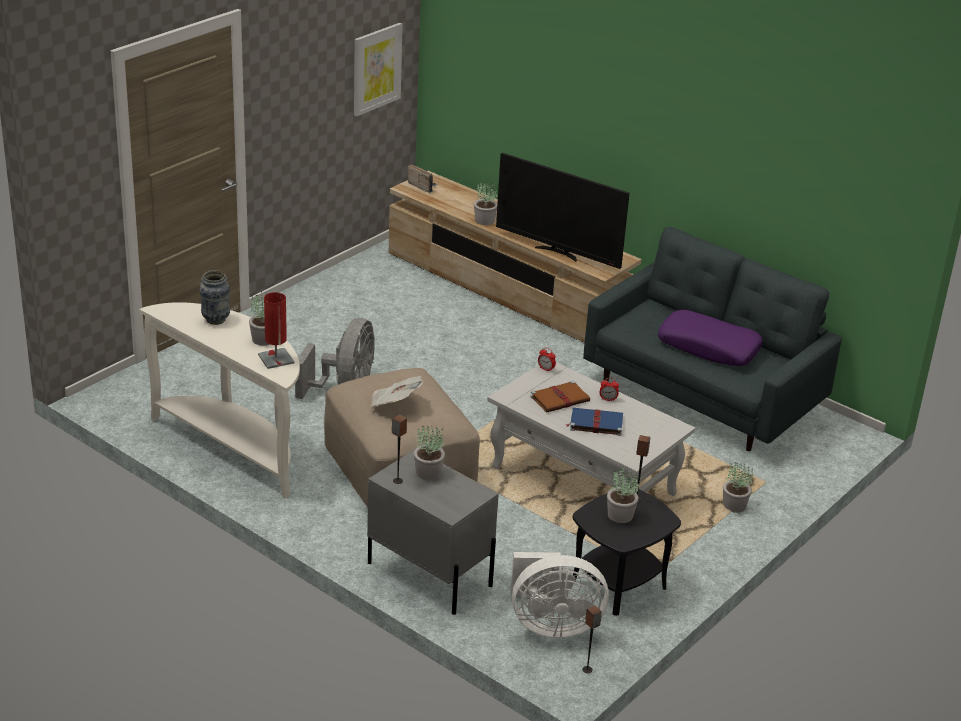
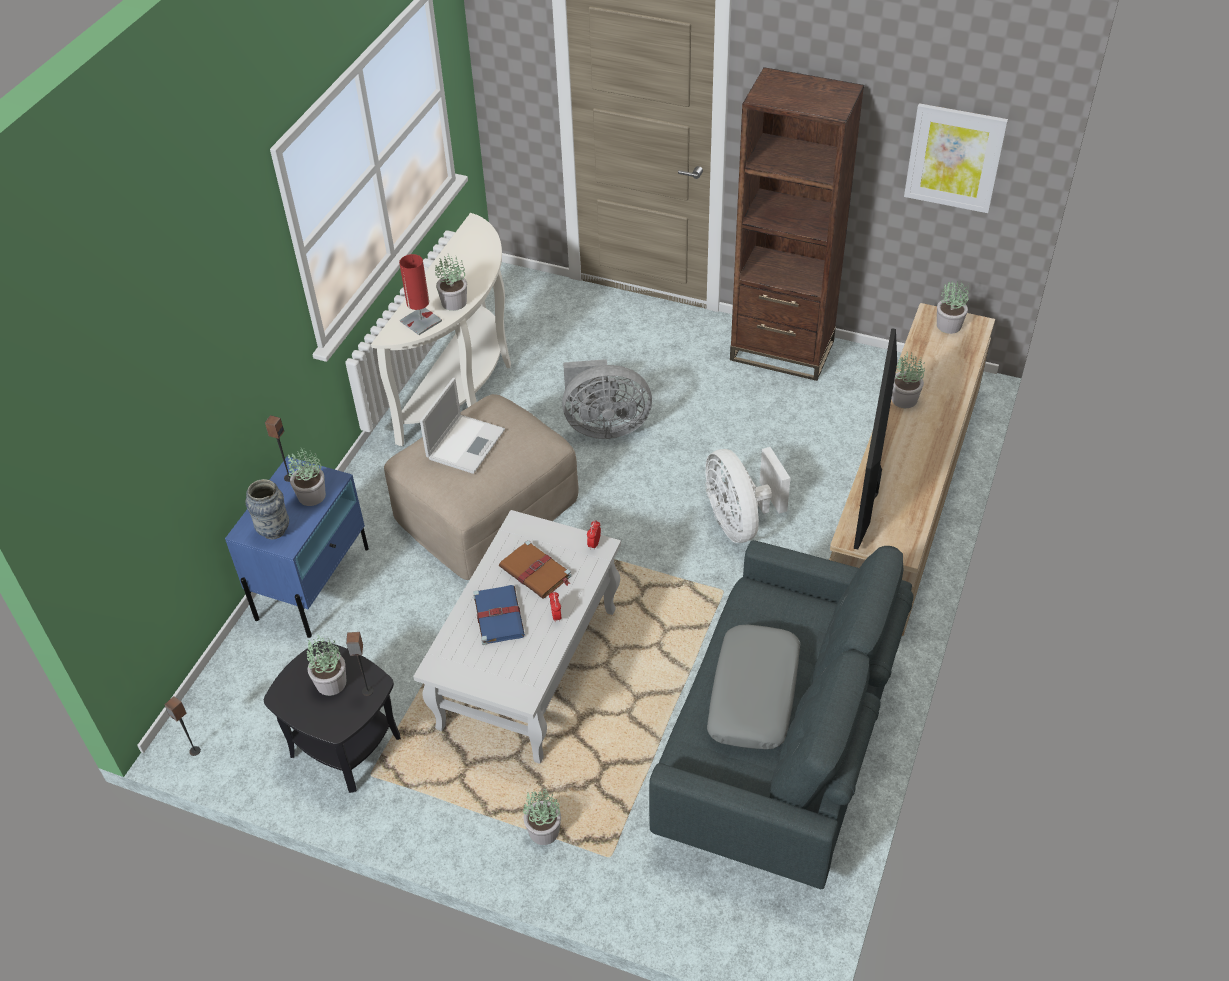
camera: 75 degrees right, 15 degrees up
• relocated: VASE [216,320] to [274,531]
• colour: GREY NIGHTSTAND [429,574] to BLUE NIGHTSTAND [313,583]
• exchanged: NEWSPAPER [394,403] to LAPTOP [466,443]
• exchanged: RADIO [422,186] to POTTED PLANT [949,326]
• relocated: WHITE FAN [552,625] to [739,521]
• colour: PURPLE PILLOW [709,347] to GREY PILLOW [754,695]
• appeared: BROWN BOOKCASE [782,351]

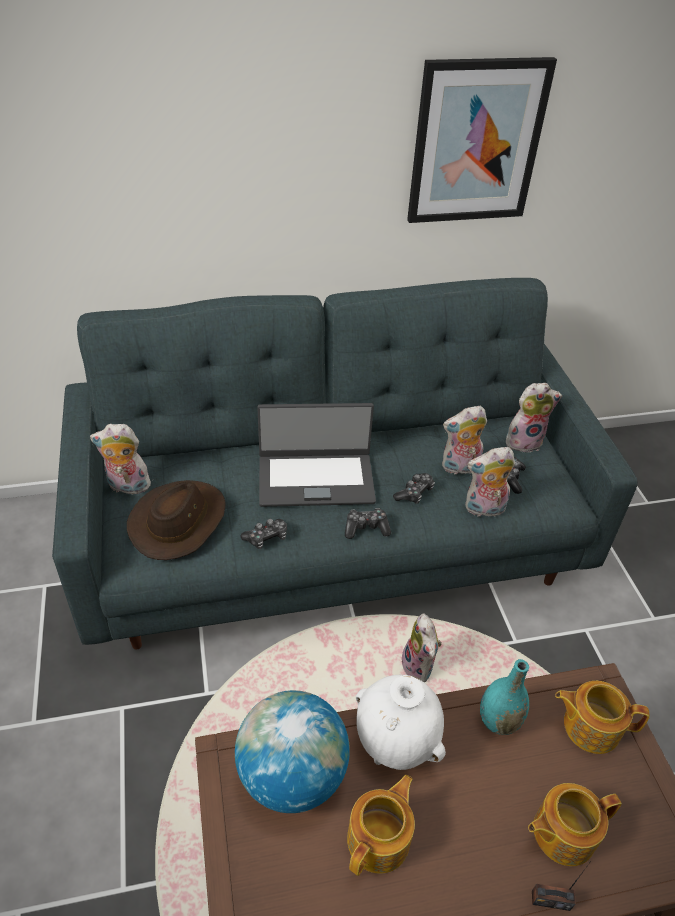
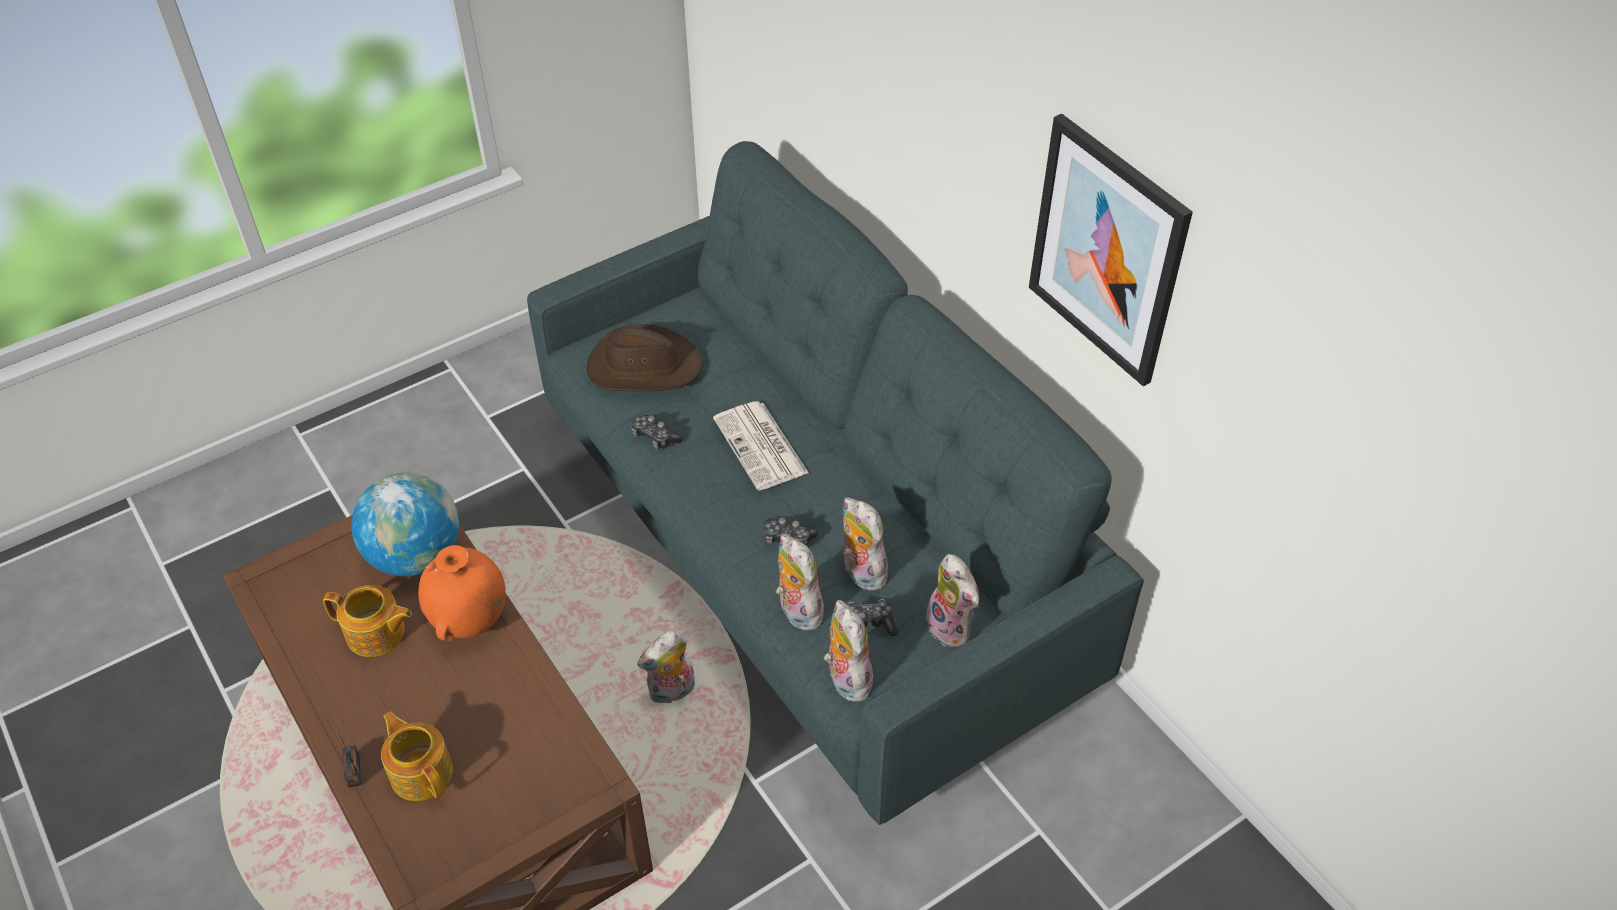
camera: 70 degrees right, 5 degrees up
• relocated: PLUSH TOY [127,487] to [846,678]
• exchanged: LAPTOP [315,479] to NEWSPAPER [762,447]
• missing: GAME CONTROLLER [366,528]
• colour: WHITE VASE [396,744] to ORANGE VASE [470,621]
• missing: TURQUOISE VASE [498,721]
• missing: TEAPOT [590,726]

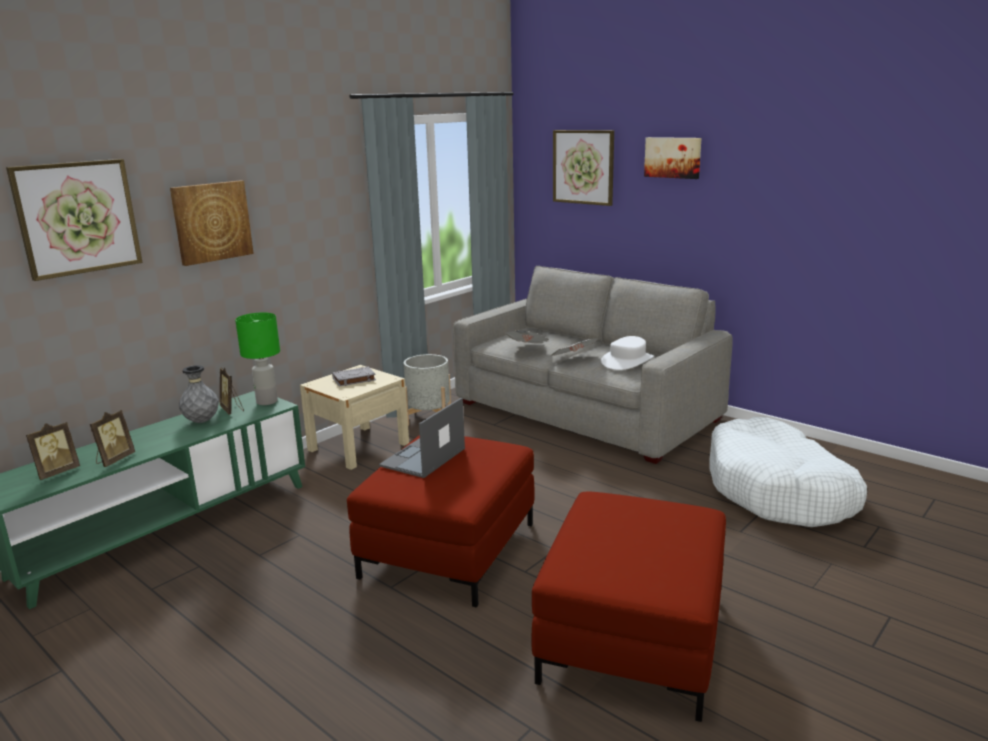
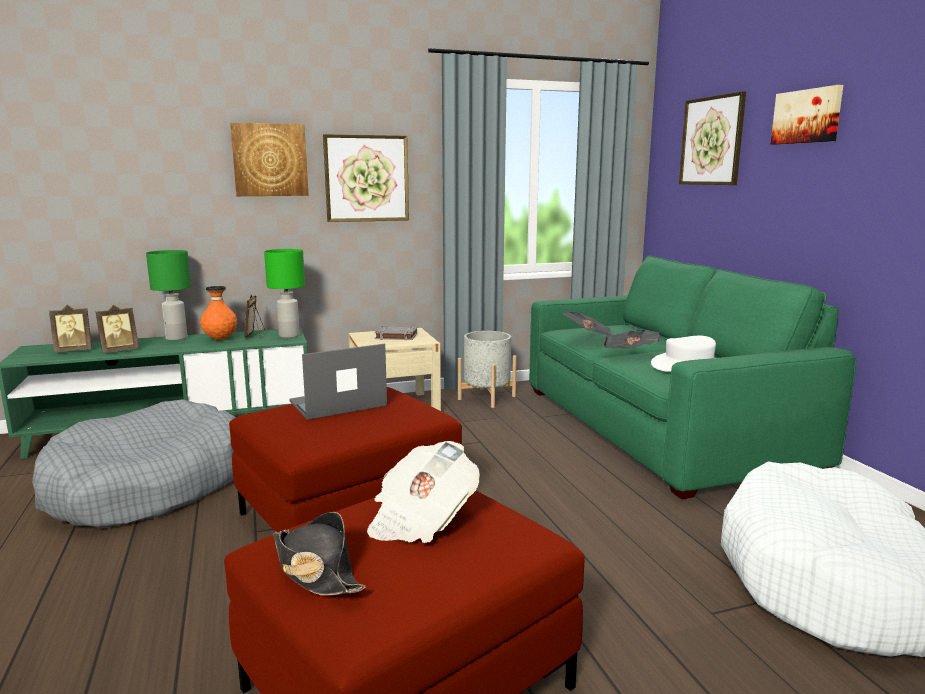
camera: 30 degrees right, 5 degrees down
• relocated: PICTURE [77,218] to [366,178]
• colour: GREY VASE [202,421] to ORANGE VASE [220,339]
• colour: GREY SOFA [586,411] to GREEN SOFA [659,426]
• appeared: GREY DOG BED [147,486]
• appeared: GREEN TABLE LAMP [176,338]
• appeared: BLACK HAT [315,570]
• appeared: NEWSPAPER [420,519]

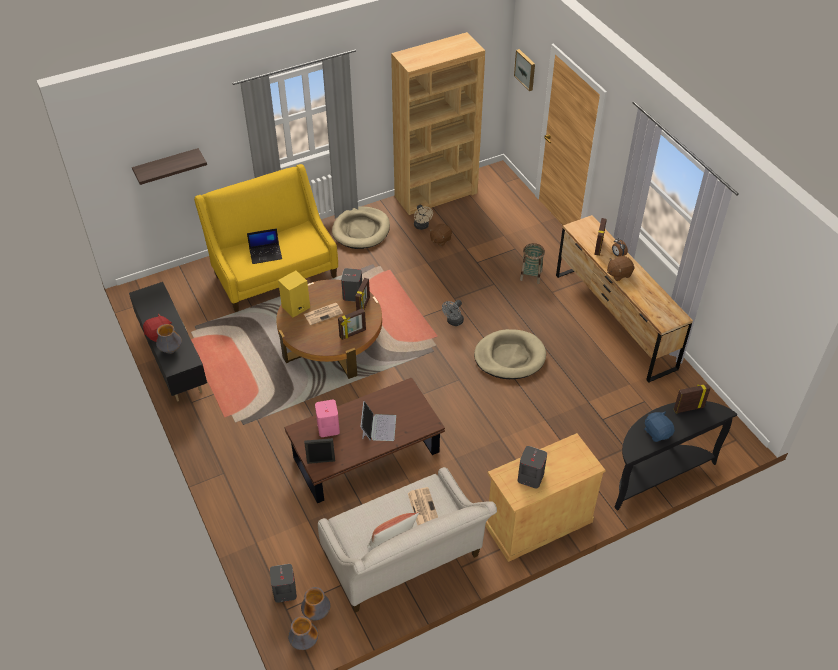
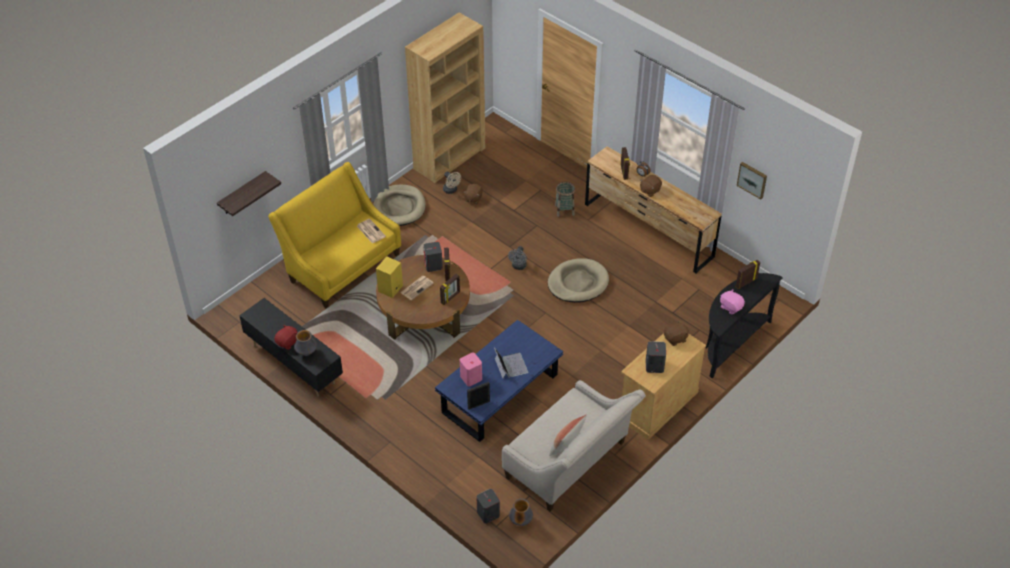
camera: 20 degrees left, 0 degrees up
• missing: LAPTOP [266,254]
• colour: BROWN COFFEE TABLE [366,455] to BLUE COFFEE TABLE [499,394]
• missing: VASE [304,642]
• relocated: NEWSPAPER [422,507] to [370,231]
• relocated: PICTURE [525,69] to [752,179]
• colour: BLUE PLUSH TOY [657,432] to PINK PLUSH TOY [731,307]
• appeared: BROWN PLUSH TOY [675,339]

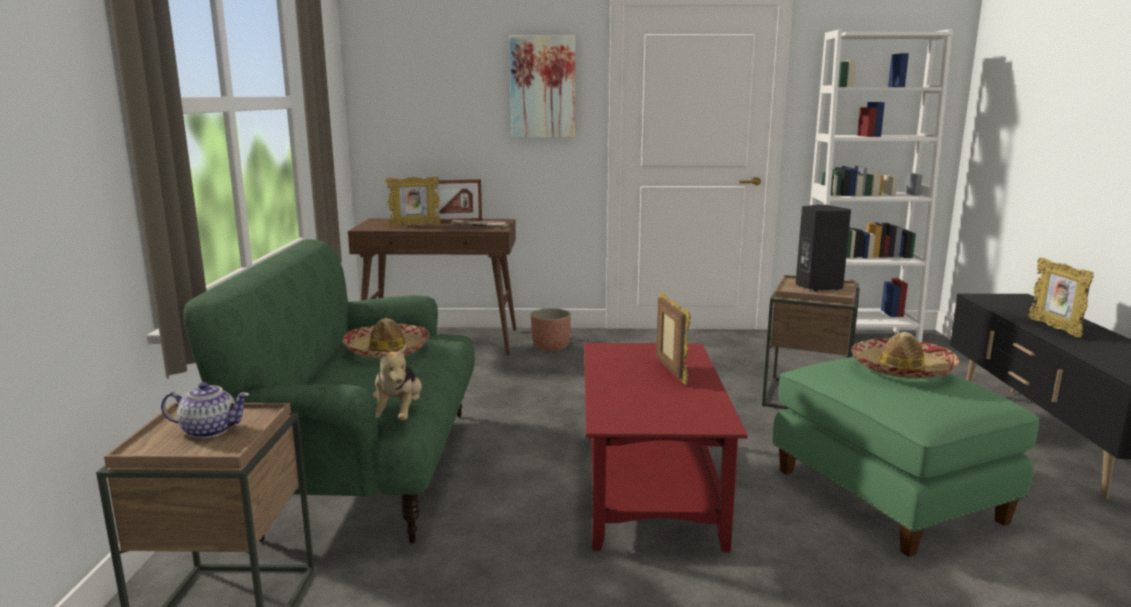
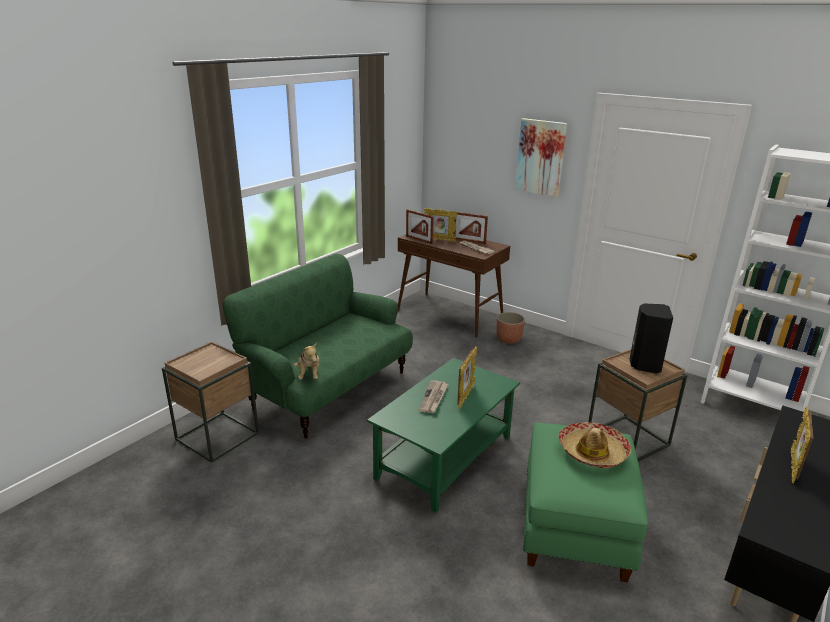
camera: 35 degrees right, 10 degrees up
• missing: TEAPOT [209,430]
• missing: HAT [387,350]
• spun: PLUSH TOY [399,415] = [309,374] 45 degrees counterclockwise
• colour: RED COFFEE TABLE [648,485] to GREEN COFFEE TABLE [445,456]
• appeared: PICTURE FRAME [419,240]
• appeared: NEWSPAPER [433,398]

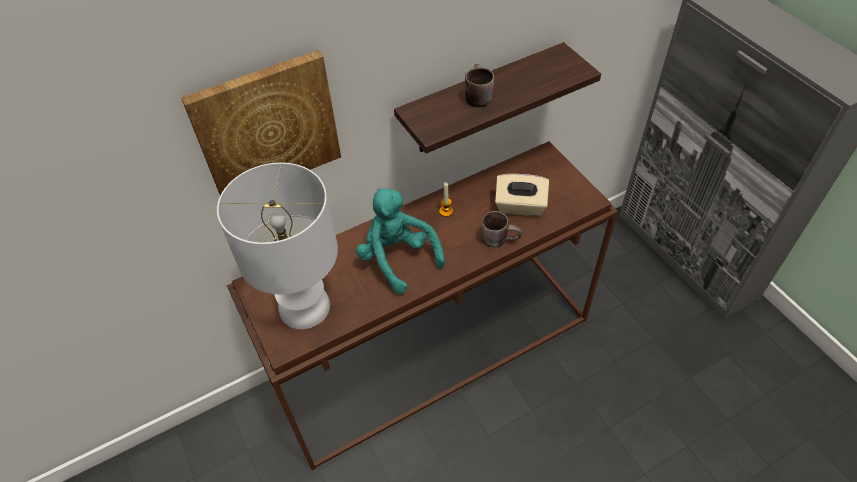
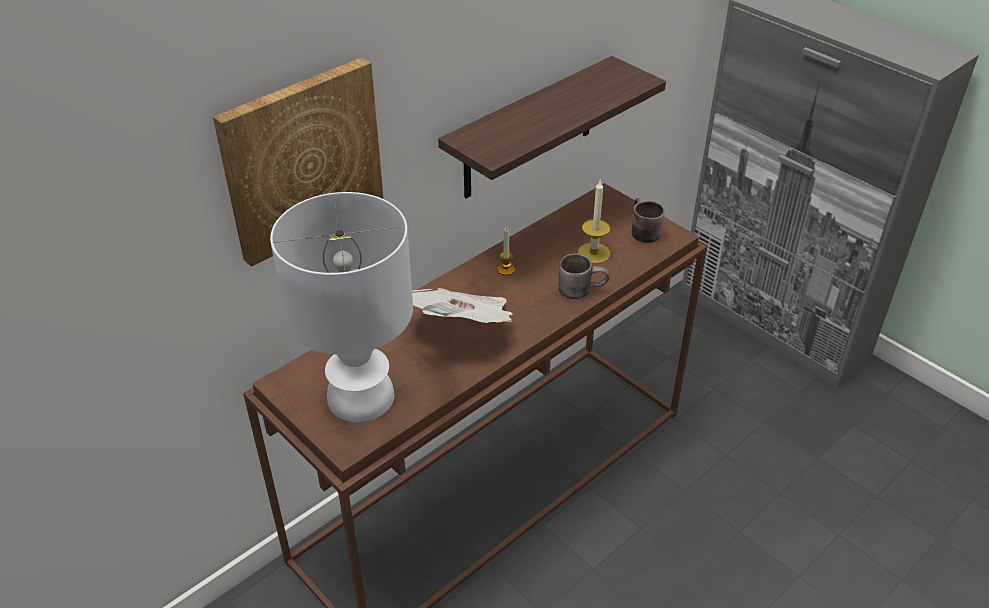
camera: 15 degrees left, 10 degrees down
• exchanged: TURQUOISE PLUSH TOY [397,258] to NEWSPAPER [462,327]
• relocated: BROWN MUG [475,96] to [640,231]
• exchanged: BEIGE TISSUE BOX [520,206] to CANDLE [593,253]

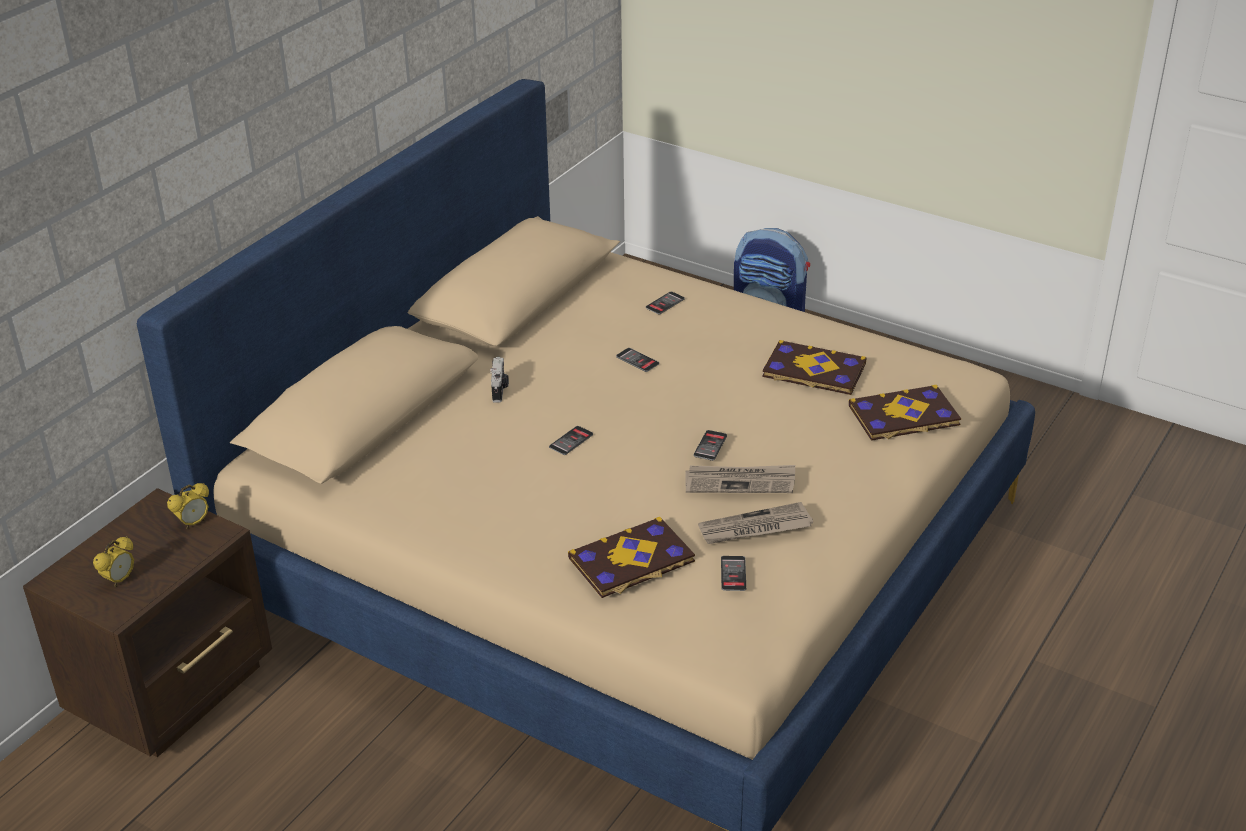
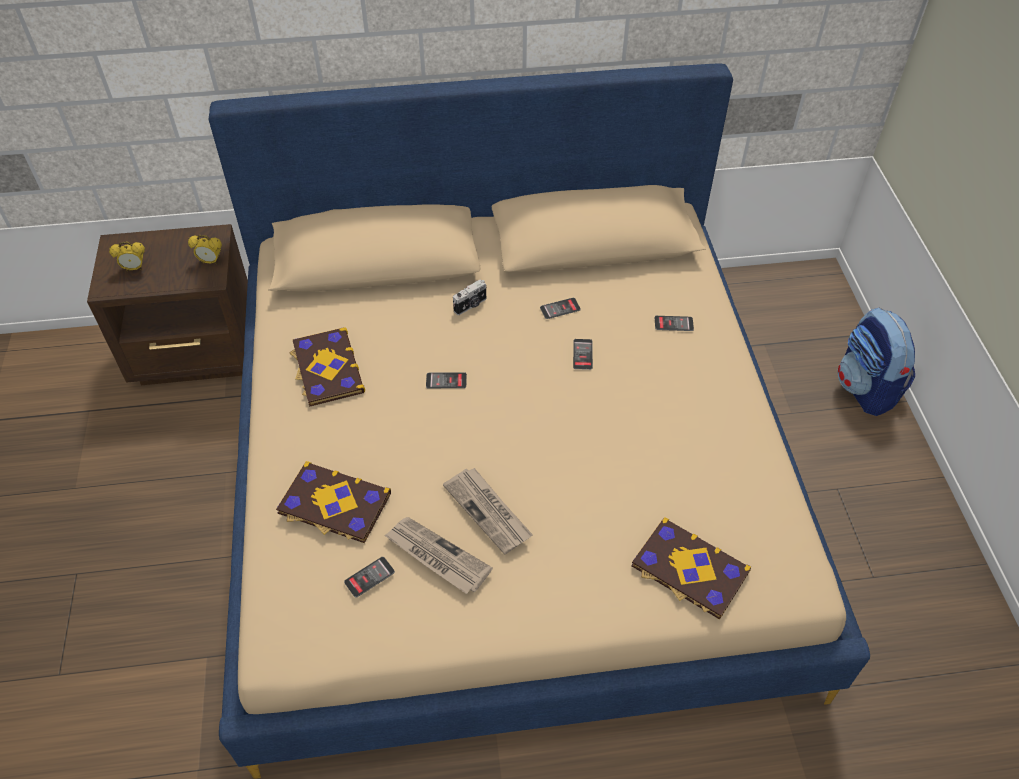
camera: 50 degrees right, 15 degrees up
• relocated: PHONE [710,446] to [560,309]
• relocated: BOOK [813,371] to [327,368]

